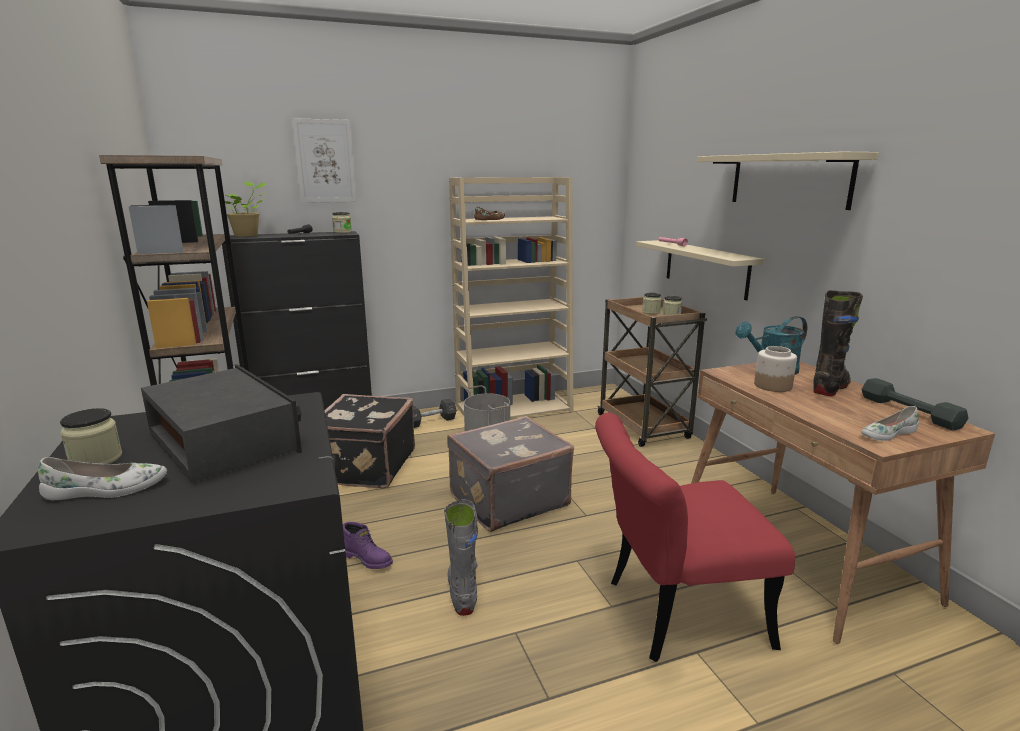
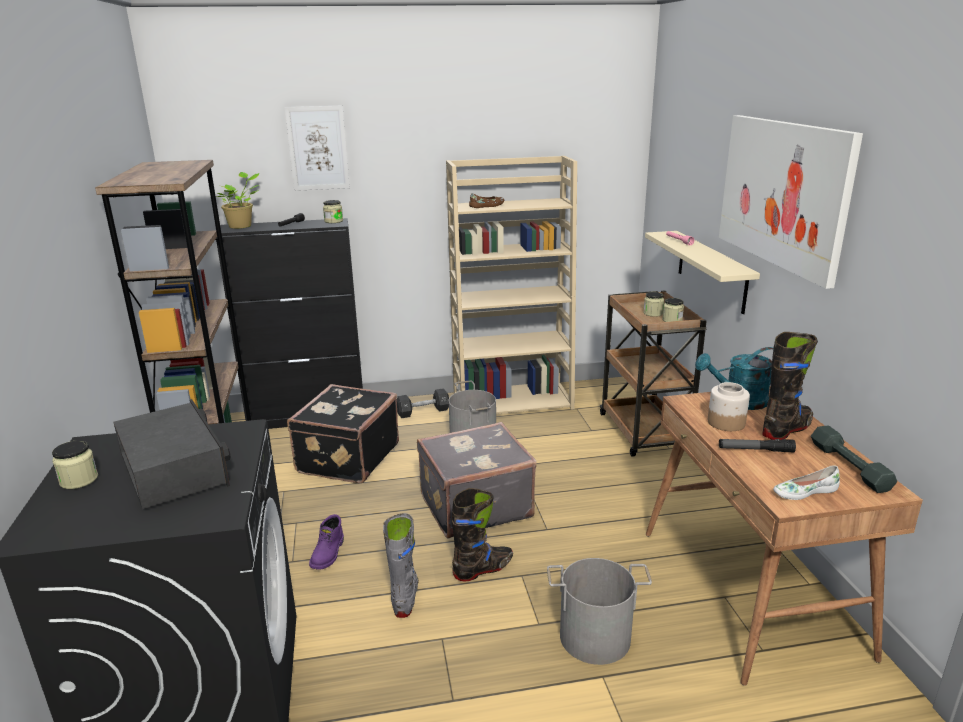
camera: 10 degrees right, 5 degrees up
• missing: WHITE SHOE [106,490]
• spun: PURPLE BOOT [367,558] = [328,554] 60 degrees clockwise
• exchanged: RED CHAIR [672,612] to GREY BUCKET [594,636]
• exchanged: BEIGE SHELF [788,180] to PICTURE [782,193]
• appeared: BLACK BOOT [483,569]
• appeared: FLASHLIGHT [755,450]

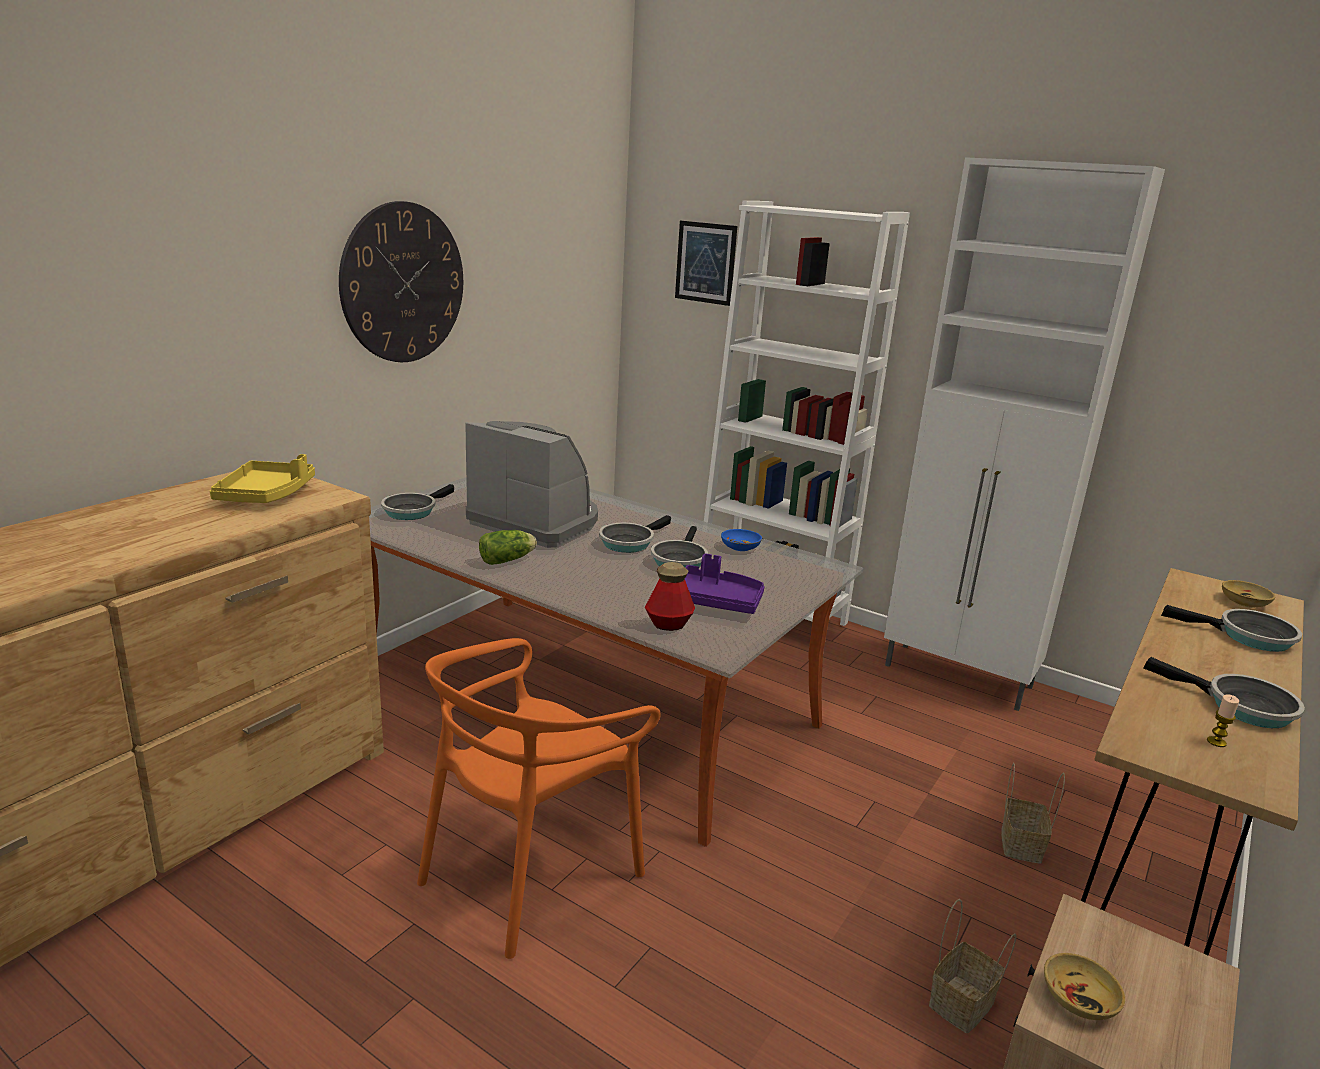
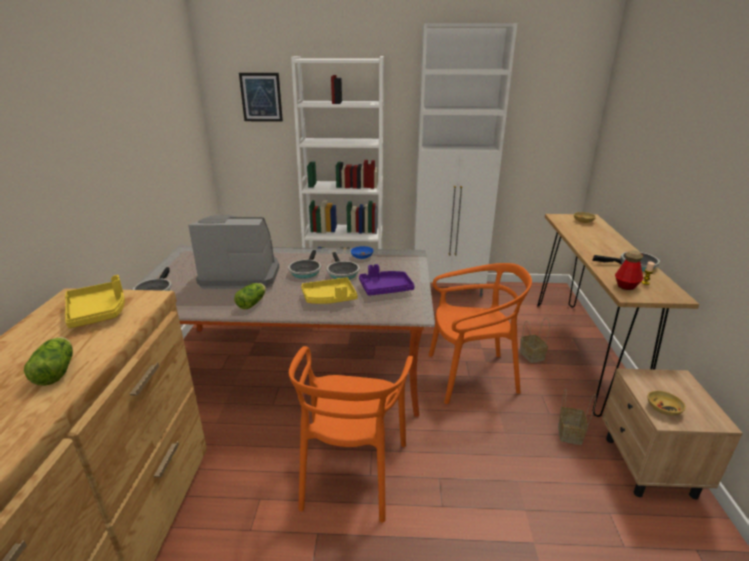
camera: 30 degrees left, 5 degrees up
• missing: WALL CLOCK [403,283]
• relocated: BOTTLE [668,624] to [626,286]
• missing: FRYING PAN [1248,637]
• appeared: LETTUCE [57,370]
• appeared: YELLOW TRAY [329,298]
• appeared: ORANGE CHAIR [471,376]

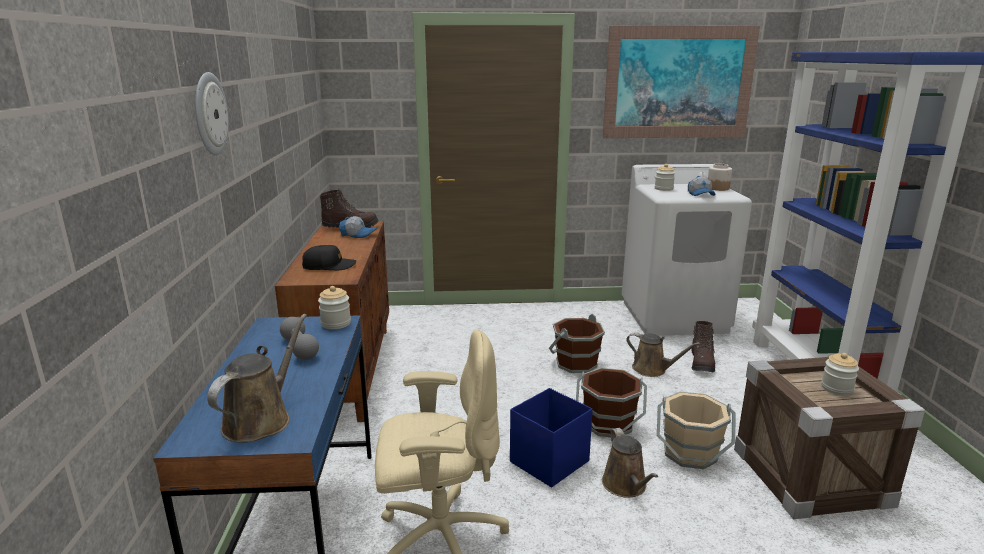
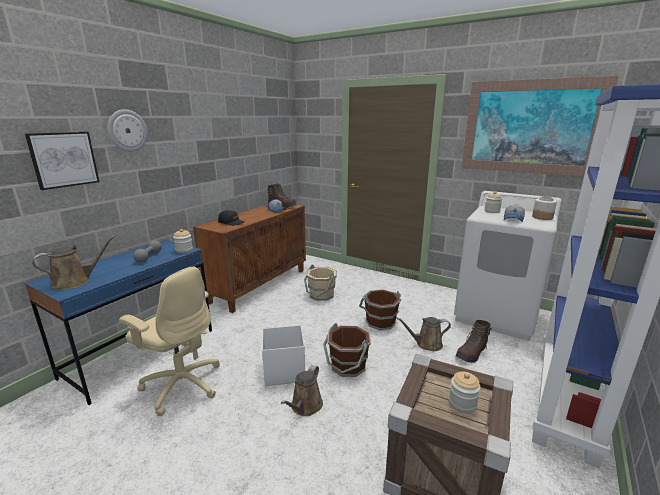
camera: 35 degrees right, 0 degrees up
• colour: BLUE STORAGE BOX [548,462] to WHITE STORAGE BOX [283,371]
• spun: BROWN WATERING CAN [652,370] = [426,344] 105 degrees clockwise
• relocated: BEIGE BUCKET [690,453] to [321,295]
• appeared: PICTURE [64,159]

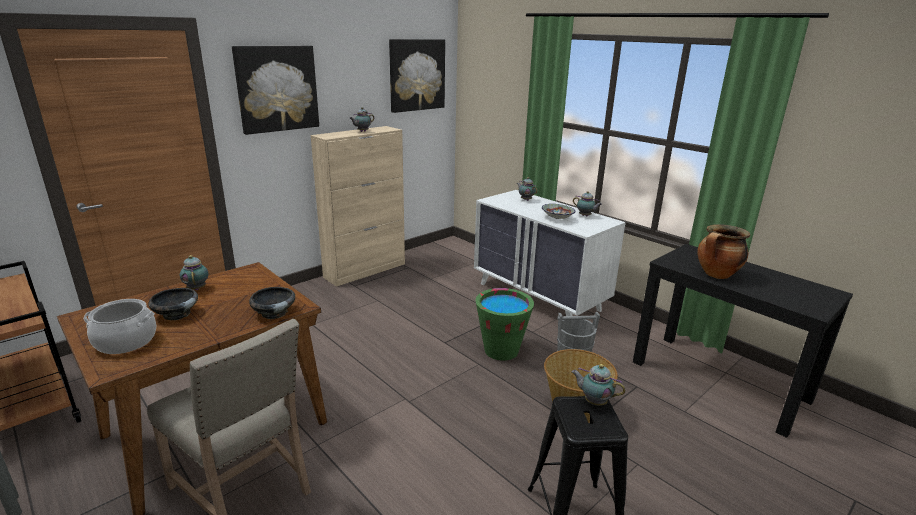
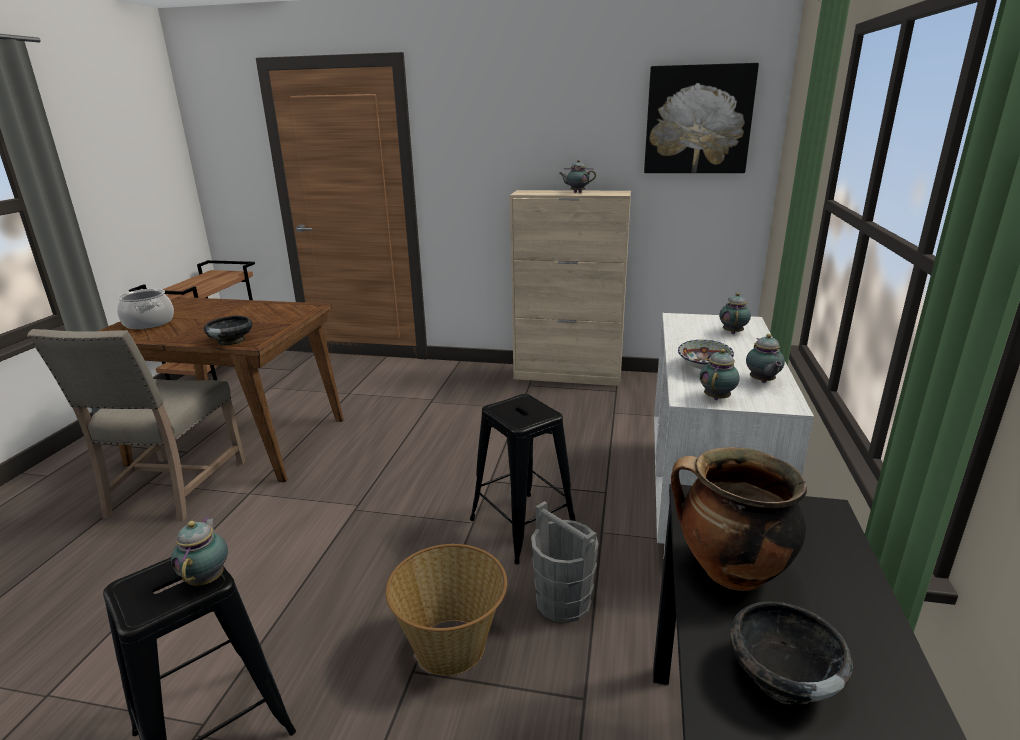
camera: 55 degrees right, 0 degrees up
• relocated: BLACK BOWL [176,314] to [783,676]
• relocated: TEAPOT [197,288] to [717,397]
• missing: PICTURE [277,89]
• exchanged: GREEN BUCKET [501,350] to BLACK STOOL [522,526]

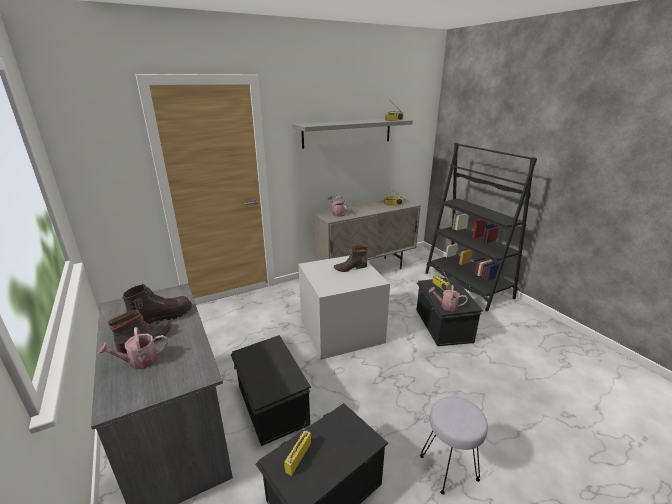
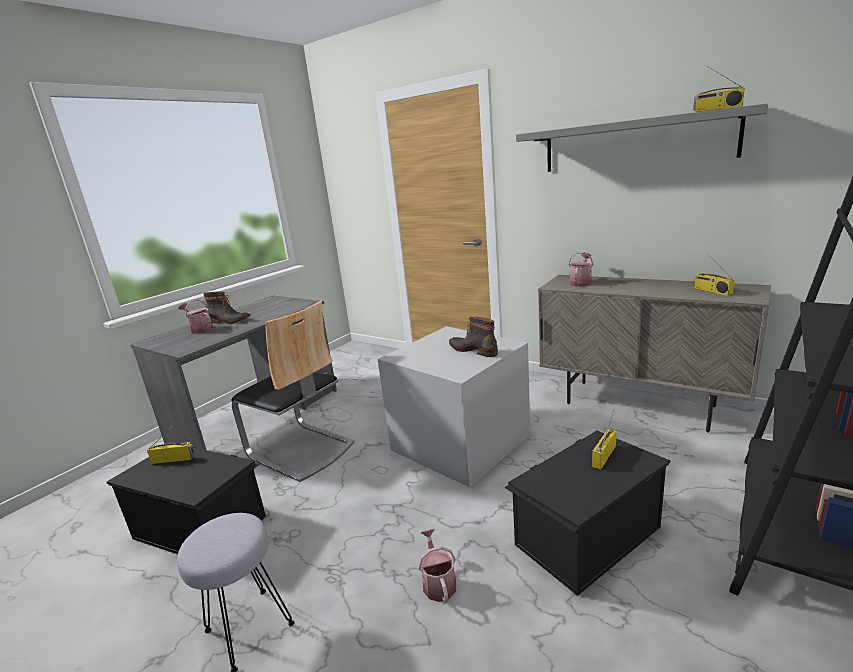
camera: 65 degrees right, 5 degrees down
• missing: BROWN BOOT [162,317]
• exchanged: BLACK STORAGE BOX [271,405] to CHAIR [300,450]
• relocated: WATERING CAN [446,306] to [438,582]

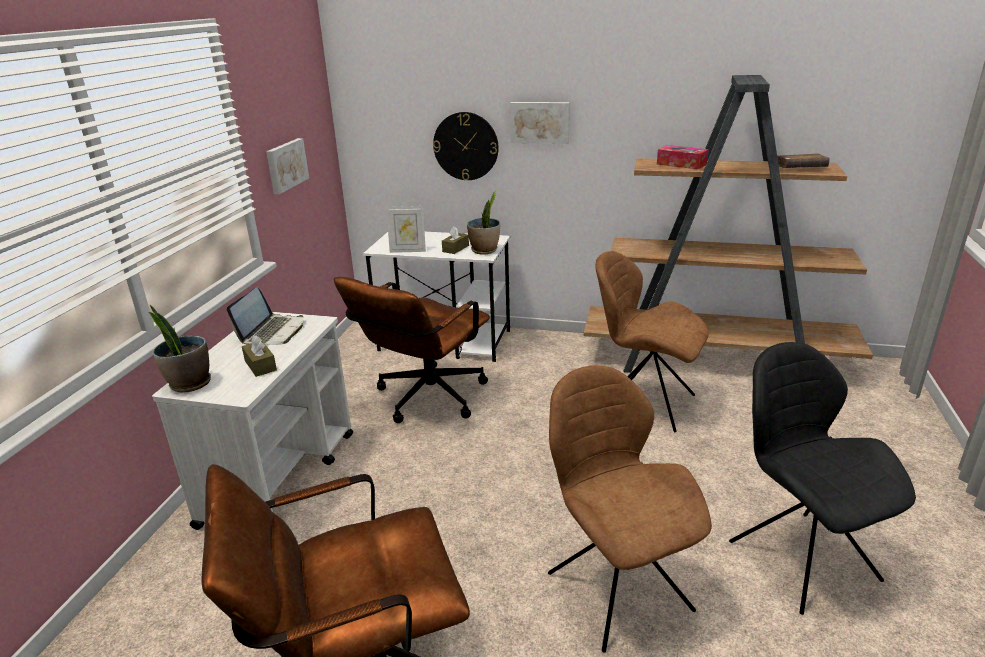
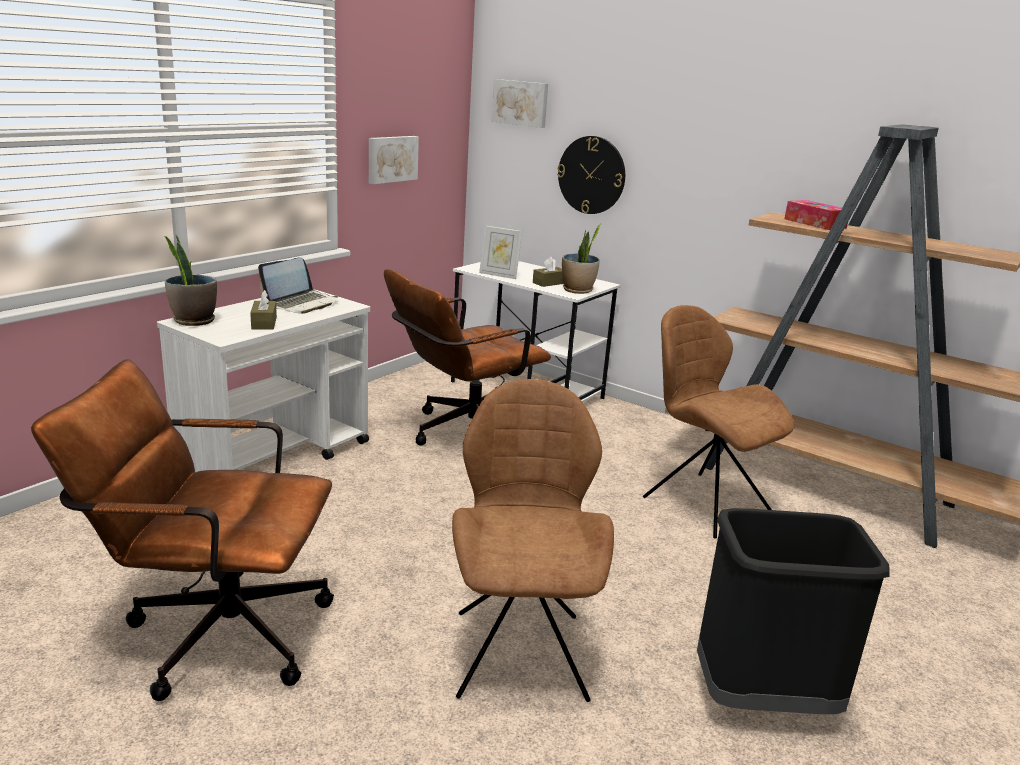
camera: 20 degrees right, 5 degrees down
• relocated: PICTURE [540,122] to [521,103]
• exchanged: BLACK CHAIR [799,557] to BLACK TRASH CAN [763,699]
• missing: BROWN BOOK [800,168]

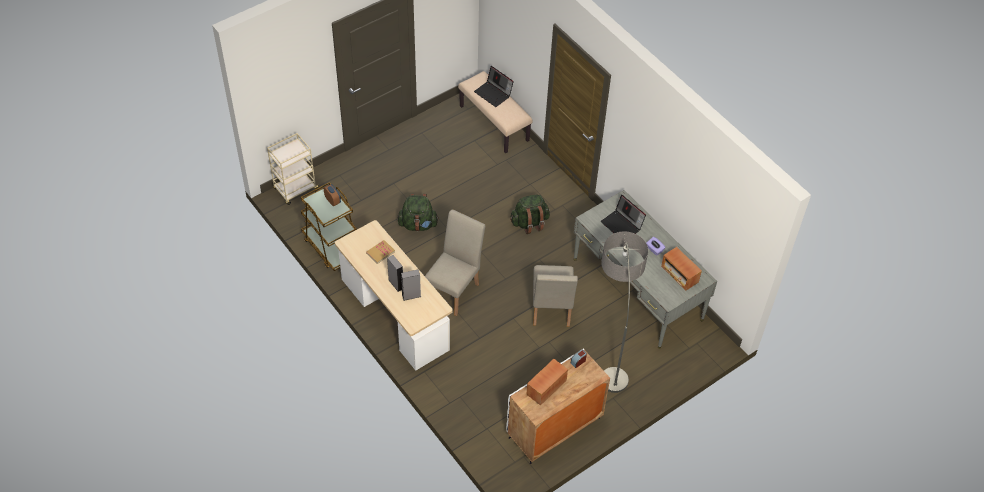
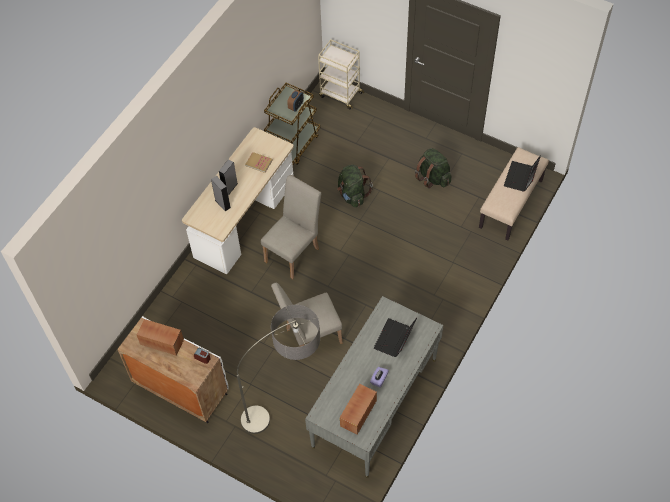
camera: 70 degrees right, 5 degrees up
• spun: BEIGE CHAIR [455,289] = [295,252] 60 degrees counterclockwise
• relocated: GREEN BACKPACK [529,223] to [433,177]

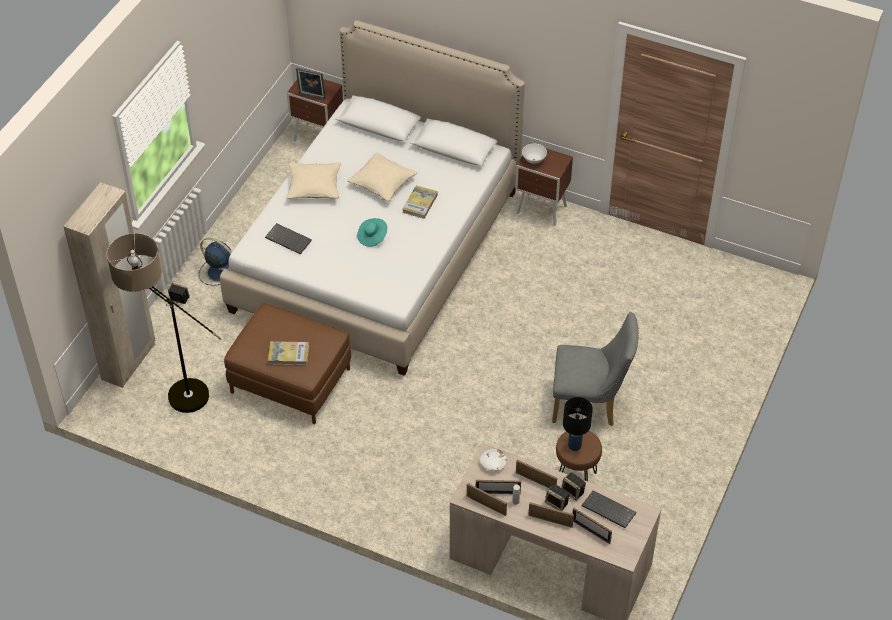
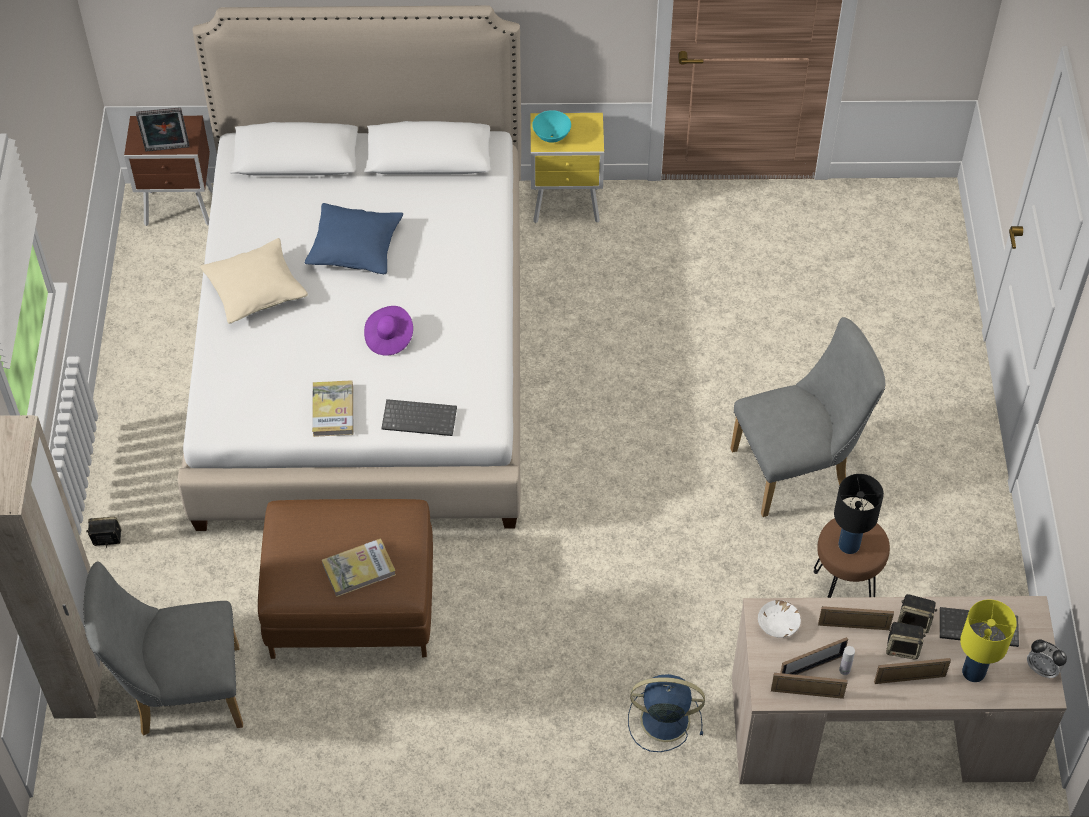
camera: 25 degrees left, 5 degrees up
• exchanged: FLOOR LAMP [173,392] to GREY CHAIR [181,693]
• relocated: BLUE FAN [219,272] to [662,719]
• relocated: KEYBOARD [289,239] to [420,418]
• colour: BEIGE PILLOW [382,183] to BLUE PILLOW [355,248]
• colour: TURQUOISE HAT [372,237] to PURPLE HAT [389,338]
• relocated: BOOK [420,203] to [333,410]
• colour: BROWN NIGHTSTAND [542,211] to YELLOW NIGHTSTAND [568,206]
• colour: WHITE BOWL [533,160] to TURQUOISE BOWL [551,136]
• exchanged: PICTURE FRAME [591,531] to YELLOW TABLE LAMP [974,671]
• appeared: ALARM CLOCK [1042,669]

